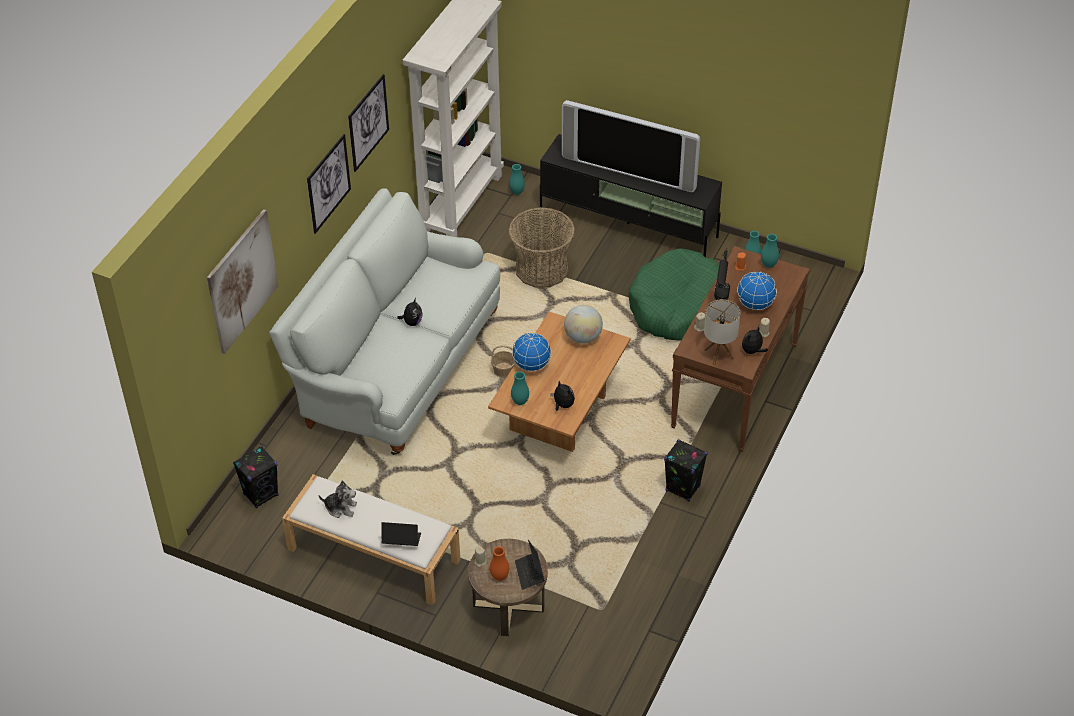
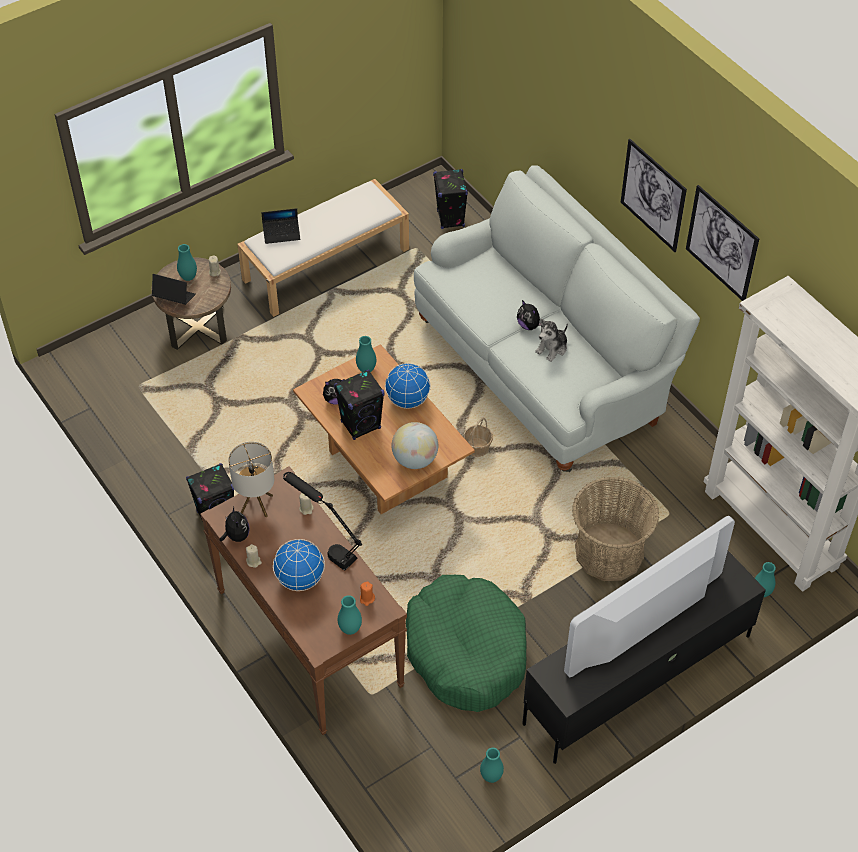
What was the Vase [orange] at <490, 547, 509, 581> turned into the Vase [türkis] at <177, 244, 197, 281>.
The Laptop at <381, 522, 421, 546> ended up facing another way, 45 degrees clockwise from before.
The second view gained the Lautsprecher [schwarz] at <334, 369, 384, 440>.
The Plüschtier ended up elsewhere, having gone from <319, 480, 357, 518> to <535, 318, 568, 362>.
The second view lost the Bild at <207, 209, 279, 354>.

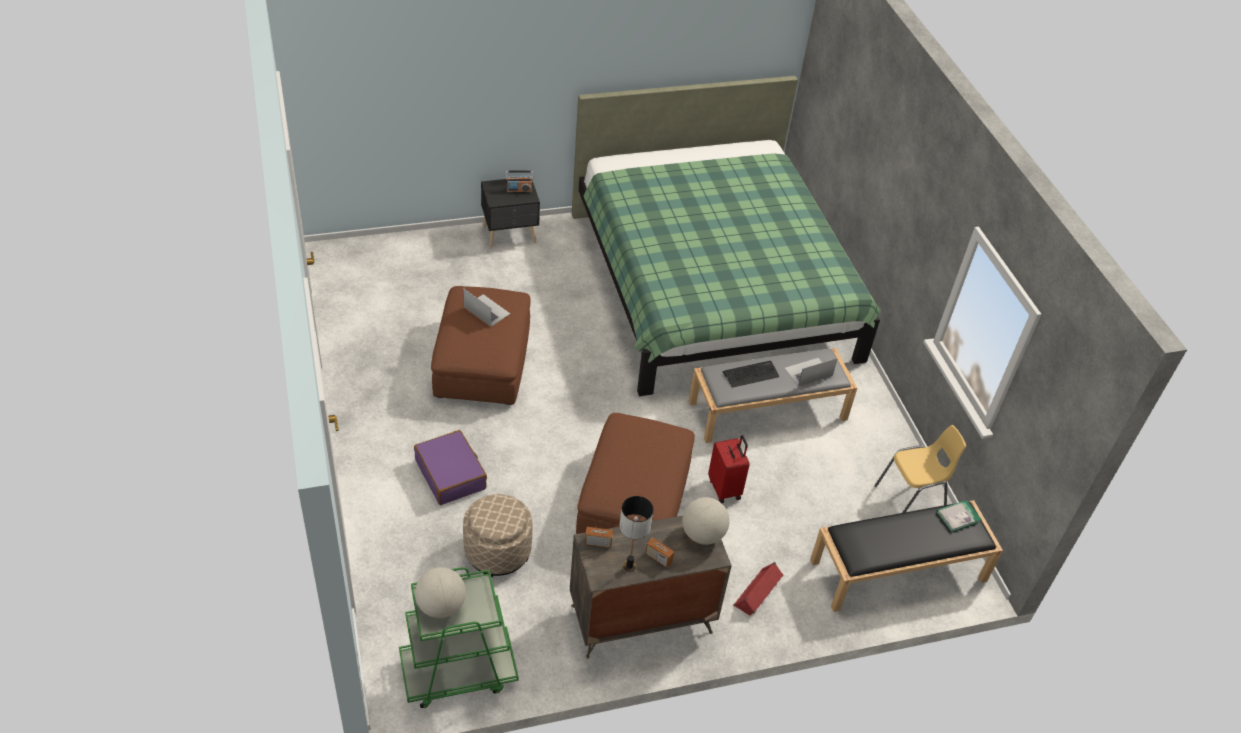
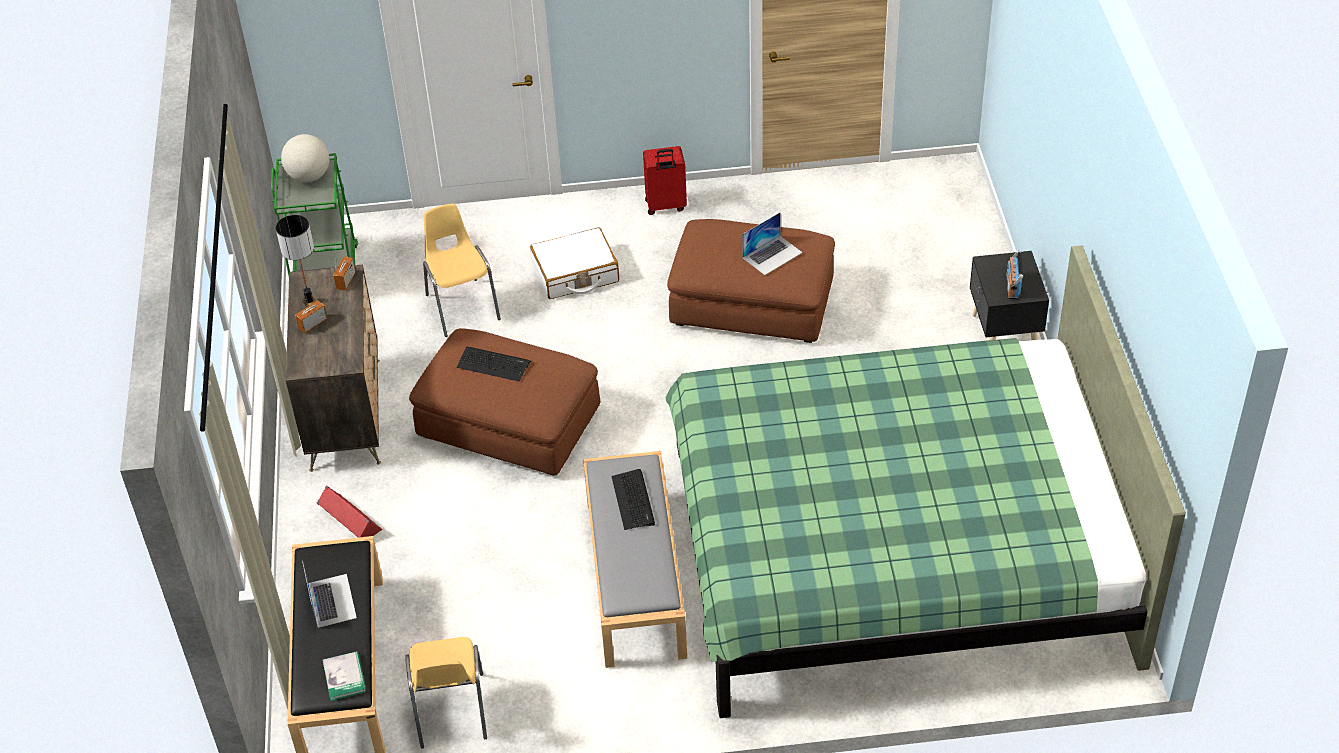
The Laptop ended up elsewhere, having gone from <784, 358, 838, 387> to <302, 560, 357, 628>.
Where the Polsterhocker [beige] stood at <463, 494, 532, 578>, the Stuhl [gelb] came to stand at <423, 204, 501, 337>.
The second view gained the Tastatur at <457, 347, 531, 381>.
What was the Koffer [lila] at <414, 430, 487, 505> turned into the Koffer [weiß] at <530, 227, 619, 299>.
The Koffer [rot] ended up elsewhere, having gone from <708, 435, 750, 503> to <643, 146, 687, 215>.
The second view lost the Globus at <682, 497, 729, 545>.

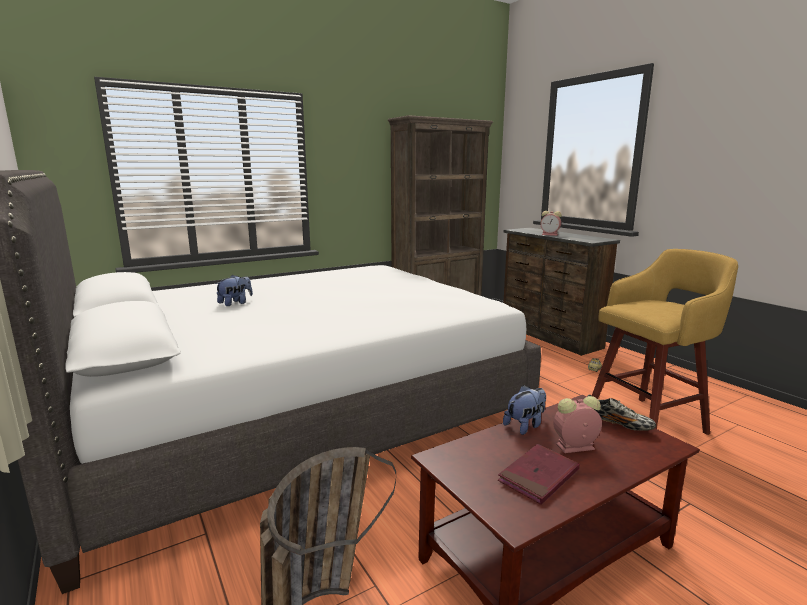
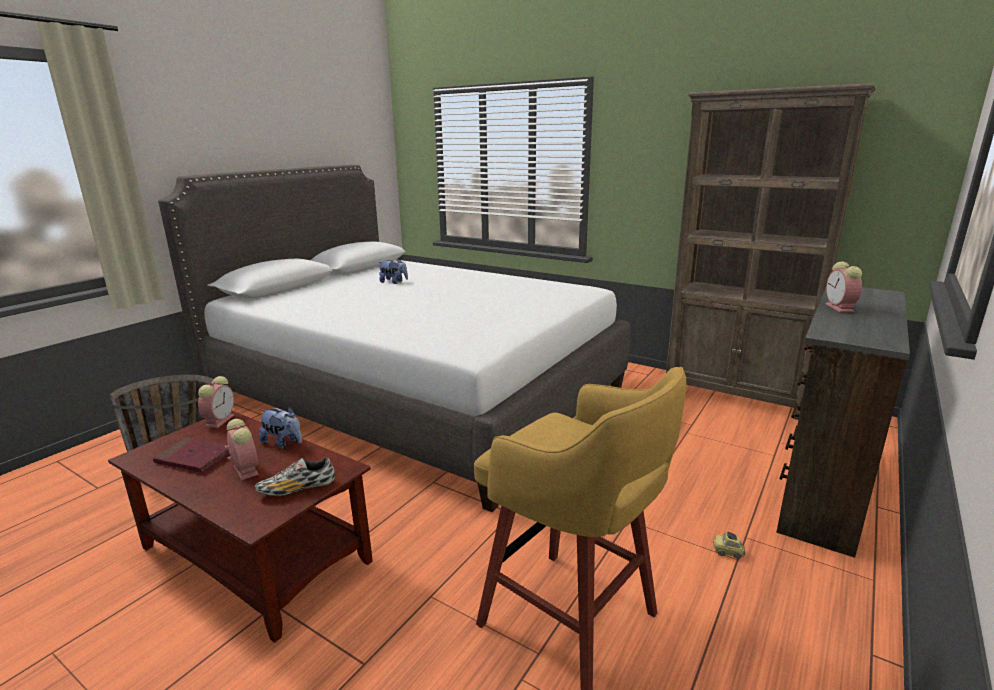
The second view gained the Wecker at <198, 376, 234, 428>.
The Schuh at <587, 395, 656, 431> ended up facing another way, 60 degrees clockwise from before.

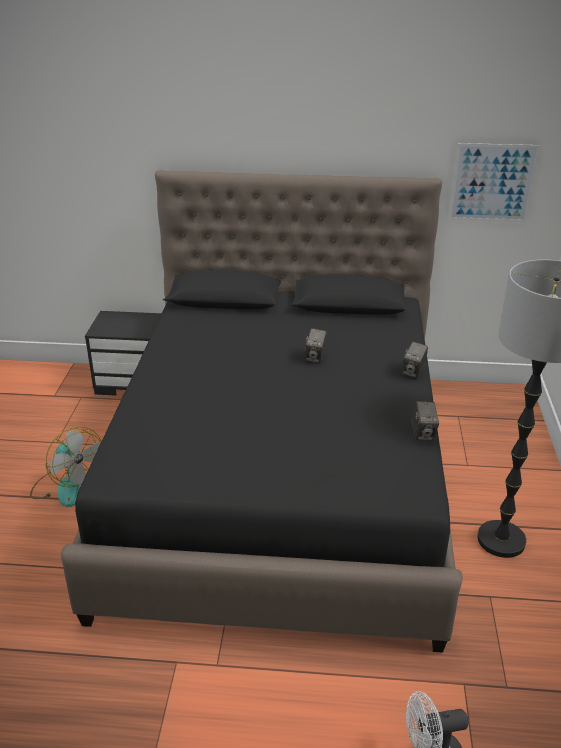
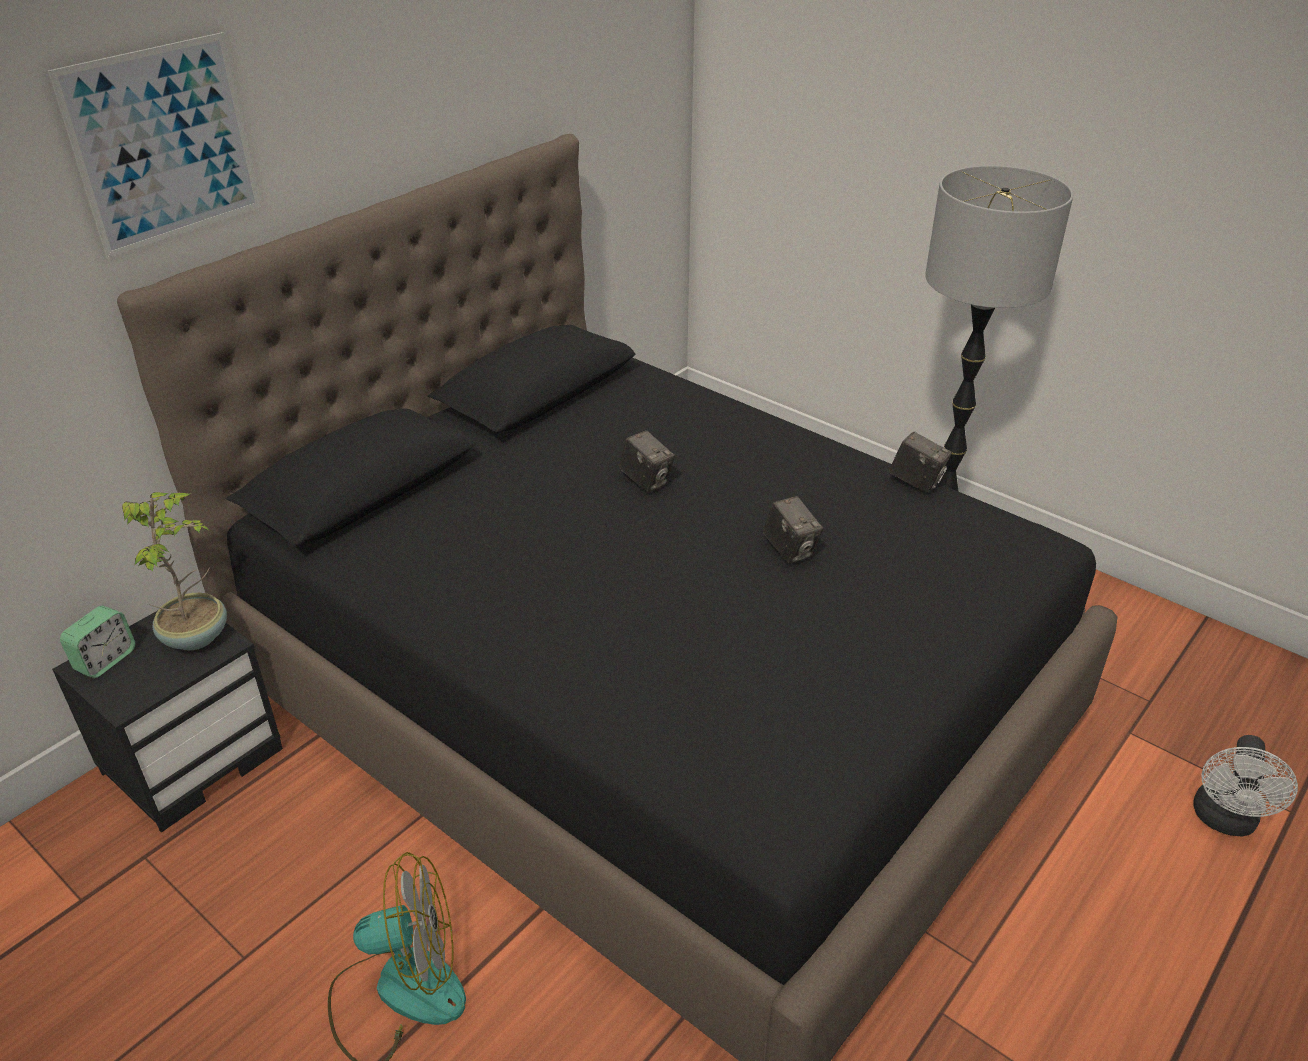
The Bild ended up elsewhere, having gone from <449, 143, 540, 222> to <48, 32, 261, 258>.
The second view gained the Wecker at <60, 606, 135, 678>.
The second view gained the Topfpflanze at <122, 492, 227, 650>.
The Kamera ended up elsewhere, having gone from <402, 342, 428, 378> to <763, 496, 823, 564>.

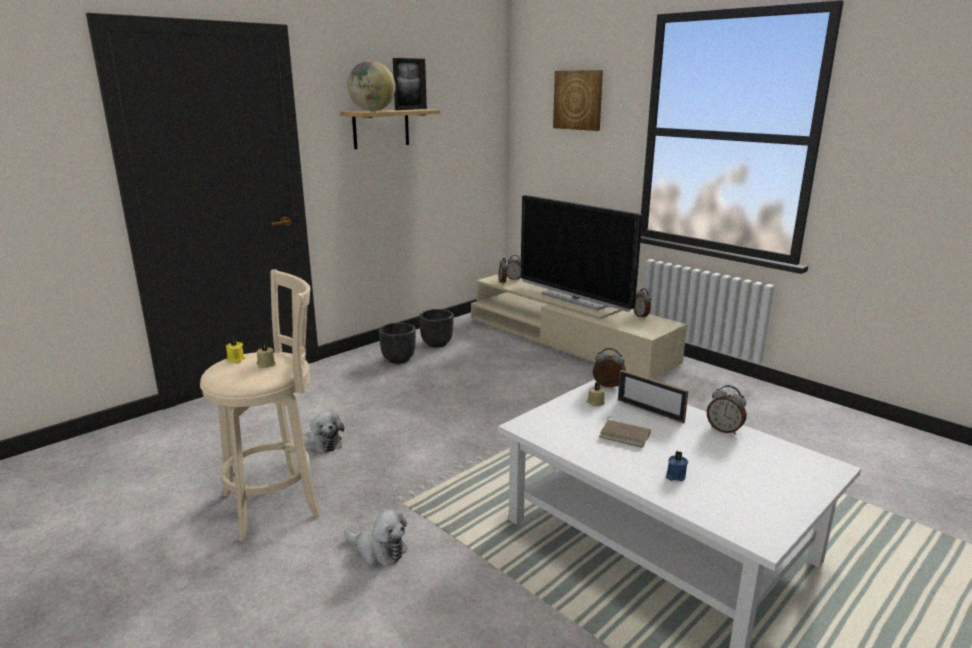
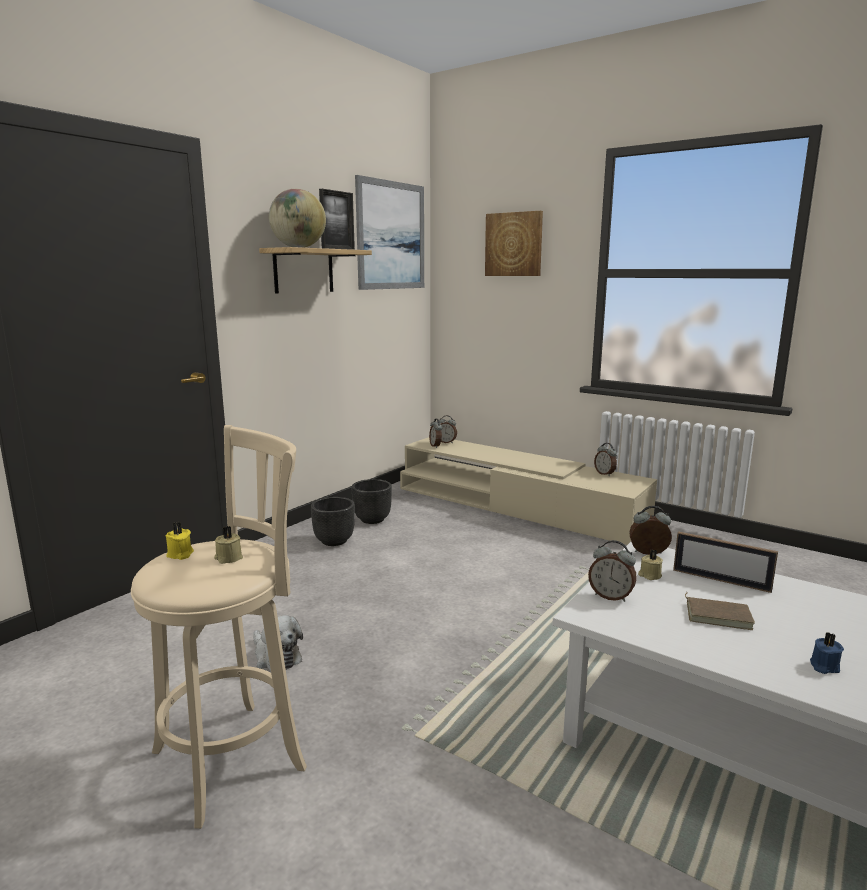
The second view gained the Bild at <355, 175, 424, 290>.
The Wecker ended up elsewhere, having gone from <707, 385, 746, 435> to <588, 540, 637, 602>.
The second view lost the Plüschtier at <344, 509, 407, 566>.
The second view lost the Fernseher at <520, 195, 643, 312>.

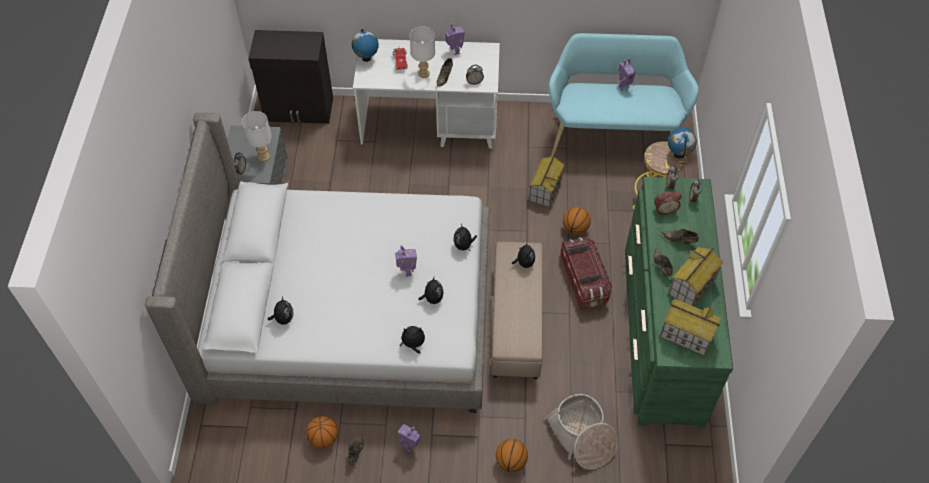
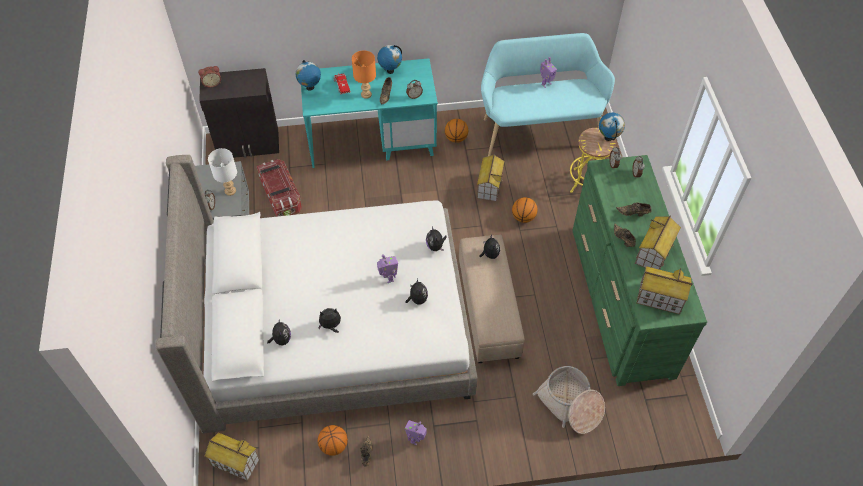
The Wecker ended up elsewhere, having gone from <654, 191, 682, 215> to <198, 66, 221, 88>.
The second view gained the Spielzeughaus at <205, 432, 260, 481>.
The Aufbewahrungsbox ended up elsewhere, having gone from <561, 237, 612, 310> to <257, 159, 302, 217>.
What was the Schreibtisch [weiß] at <353, 39, 500, 149> turned into the Schreibtisch [türkis] at <301, 58, 438, 168>.
The Plüschtier ended up elsewhere, having gone from <400, 326, 425, 354> to <318, 308, 341, 333>.
What was the Tischlampe [weiß] at <410, 26, 435, 78> turned into the Tischlampe [orange] at <352, 50, 376, 99>.
Where the Spielzeugroboter stood at <445, 23, 465, 55>, the Globus came to stand at <377, 45, 402, 74>.
The Basketball ended up elsewhere, having gone from <496, 439, 528, 472> to <445, 119, 468, 143>.

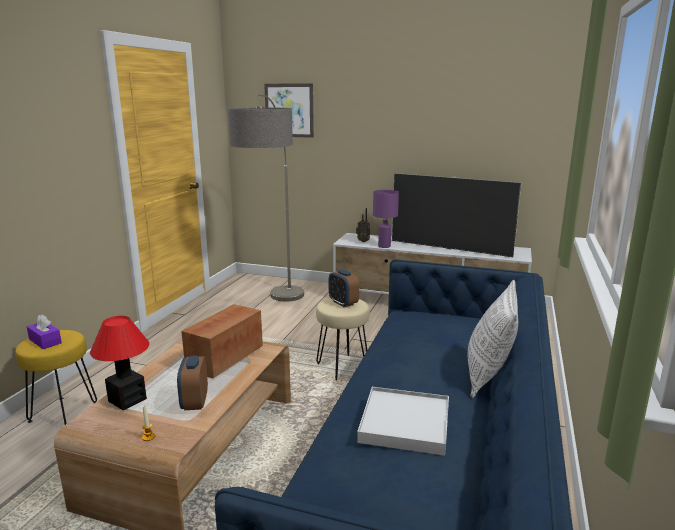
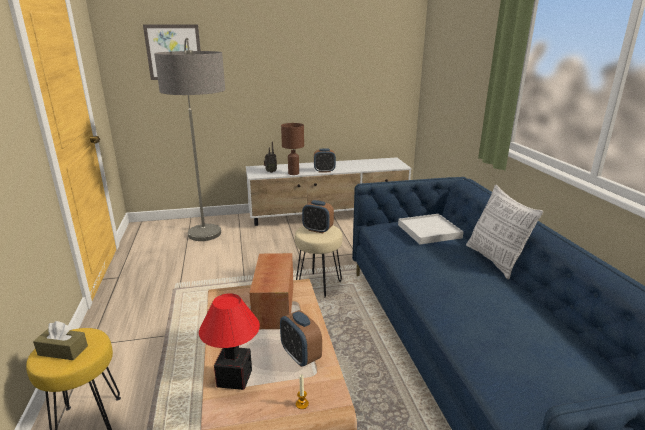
What was the Taschentuchbox [lila] at <27, 314, 62, 349> turned into the Taschentuchbox [braun] at <33, 321, 88, 360>.
What was the Tischlampe [lila] at <373, 190, 399, 248> turned into the Tischlampe [braun] at <281, 123, 304, 175>.
The second view gained the Wecker at <314, 149, 336, 172>.
The Tablett [weiß] ended up elsewhere, having gone from <357, 387, 449, 456> to <398, 214, 464, 244>.
The second view lost the Fernseher at <392, 173, 521, 257>.

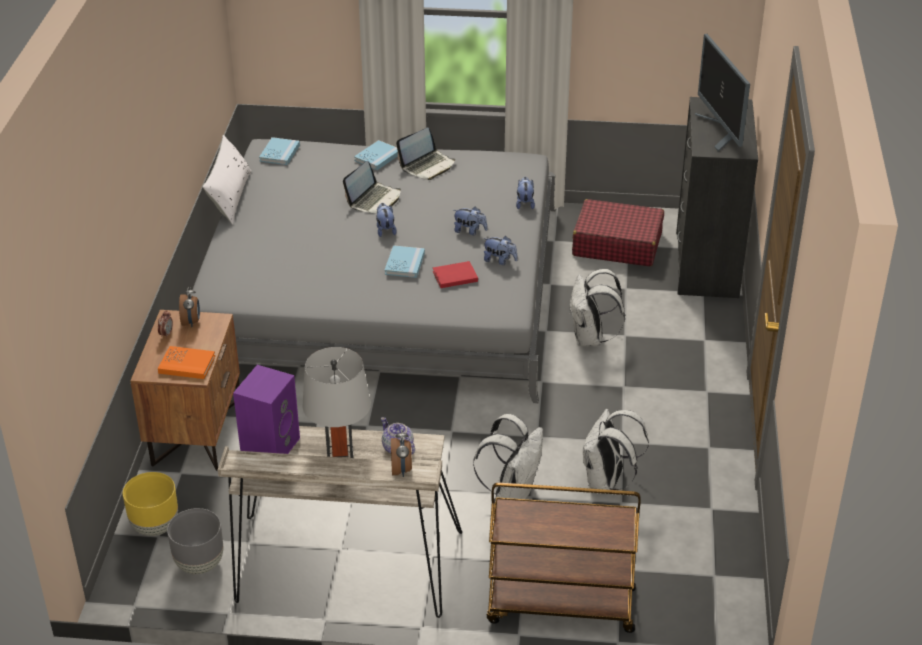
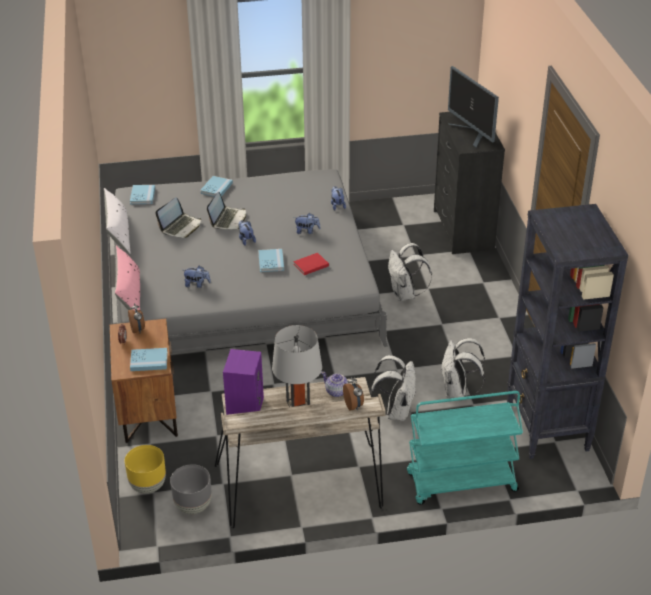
The second view gained the Kissen [rosa] at <115, 246, 140, 311>.
What was the Buch [orange] at <158, 346, 215, 379> turned into the Buch [blau] at <130, 348, 168, 371>.
The Laptop ended up elsewhere, having gone from <396, 128, 455, 180> to <155, 197, 201, 238>.
The Plüschtier ended up elsewhere, having gone from <483, 236, 518, 265> to <184, 265, 211, 288>.
What was the Rollwagen [braun] at <487, 482, 641, 633> turned into the Rollwagen [türkis] at <407, 391, 523, 505>.
The second view gained the Bücherregal [schwarz] at <507, 204, 628, 459>.
The second view lost the Koffer [rot] at <572, 199, 664, 266>.

